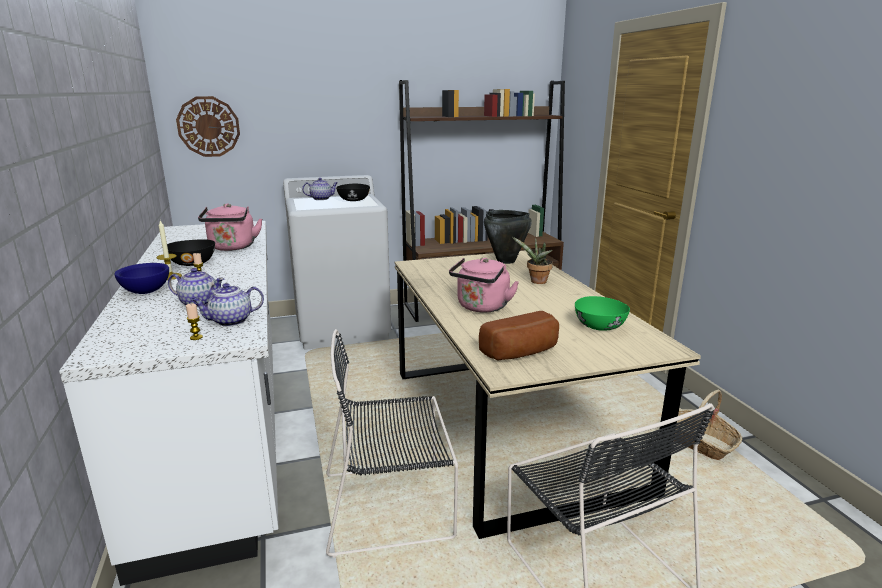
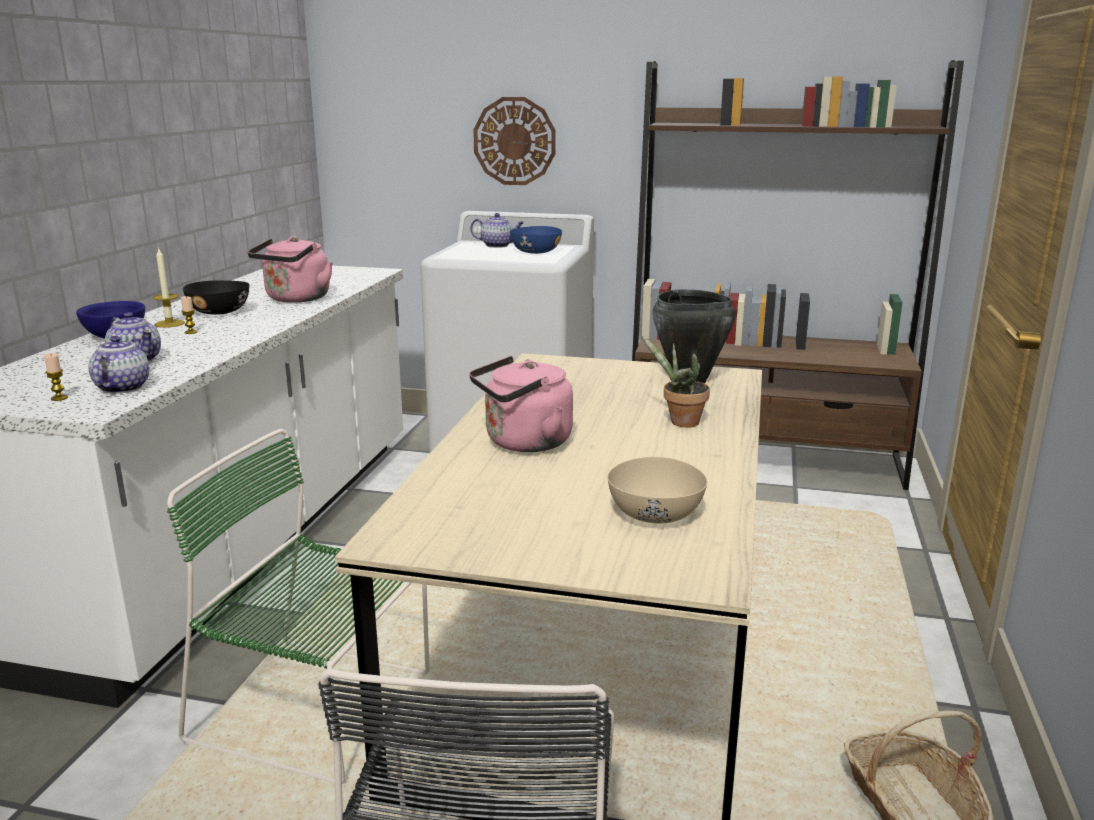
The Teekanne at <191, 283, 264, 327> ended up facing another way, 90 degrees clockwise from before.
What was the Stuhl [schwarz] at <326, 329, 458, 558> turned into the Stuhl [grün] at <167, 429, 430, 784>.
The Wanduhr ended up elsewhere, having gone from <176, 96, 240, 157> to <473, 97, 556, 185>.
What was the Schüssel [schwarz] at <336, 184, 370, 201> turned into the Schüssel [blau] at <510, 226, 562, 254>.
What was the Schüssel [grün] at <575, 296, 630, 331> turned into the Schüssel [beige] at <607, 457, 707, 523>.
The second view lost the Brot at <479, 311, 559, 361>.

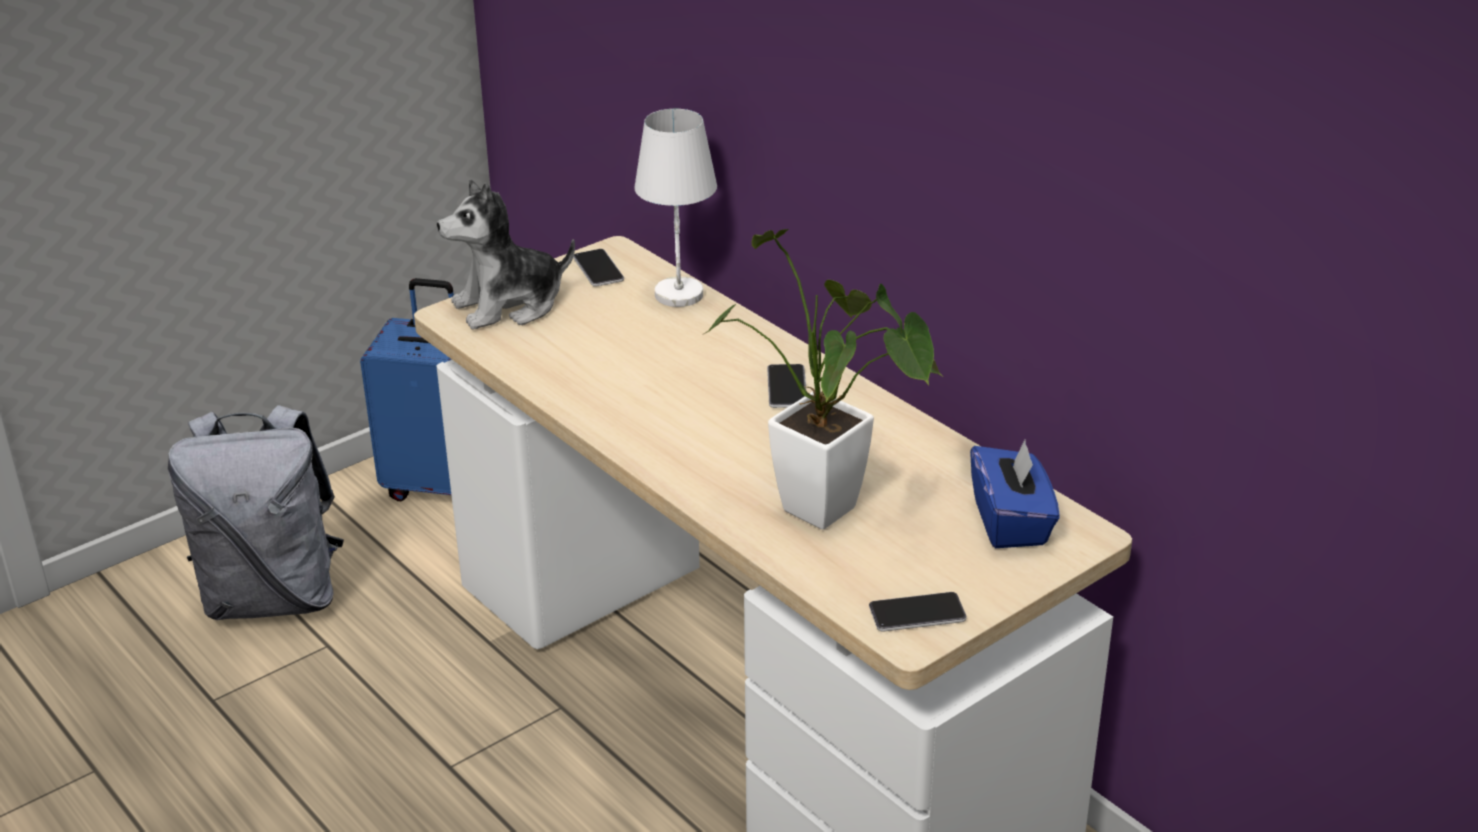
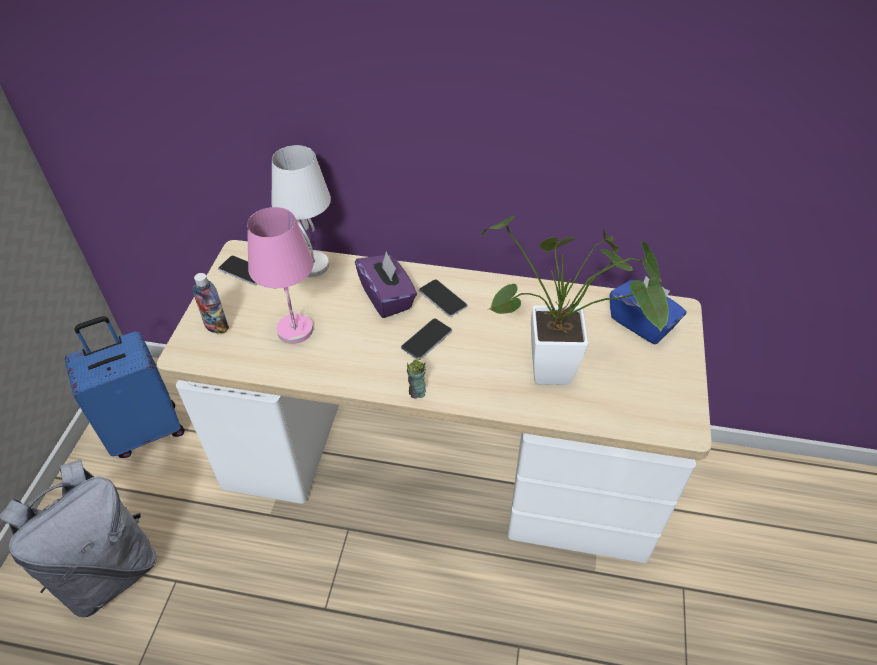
Where the Plüschtier stood at <437, 179, 575, 330>, the Flasche came to stand at <192, 273, 229, 333>.
The second view gained the Tischlampe [rosa] at <247, 207, 314, 344>.
The second view gained the Taschentuchbox [lila] at <355, 250, 417, 318>.
The Handy ended up elsewhere, having gone from <869, 592, 967, 632> to <401, 319, 452, 360>.
The second view gained the Tasse at <407, 357, 426, 399>.

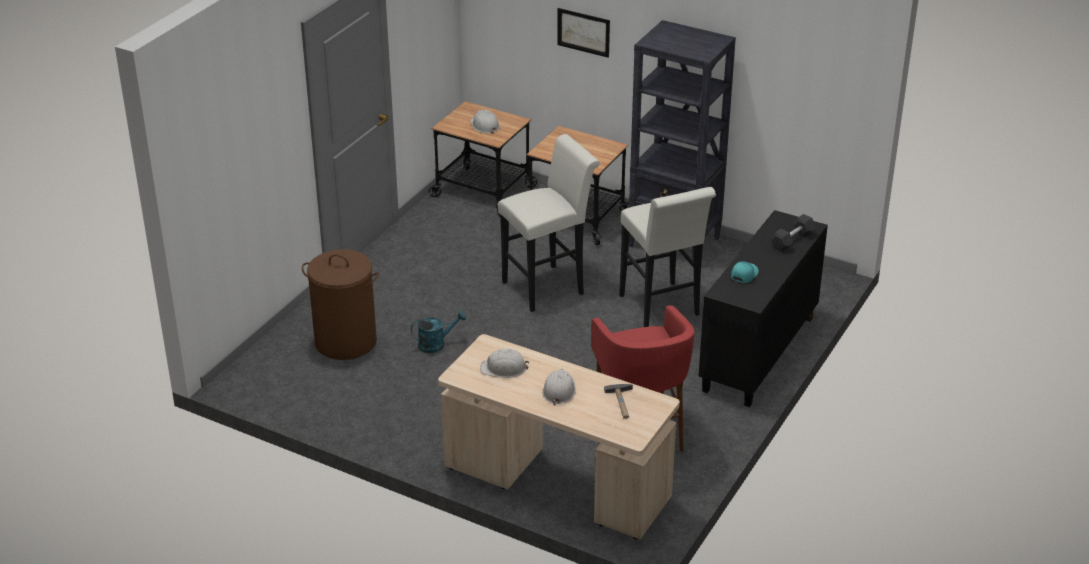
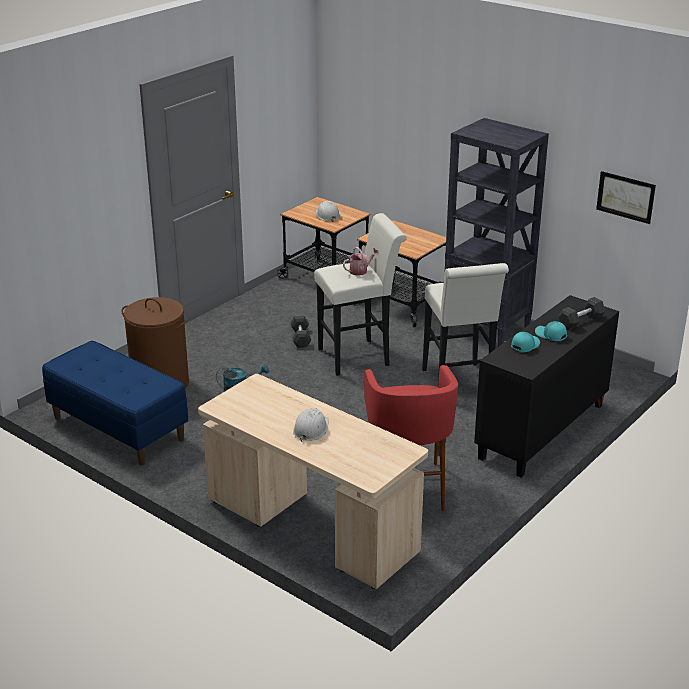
The second view gained the Bank [blau] at <42, 341, 188, 465>.
The second view gained the Hantel [grau] at <291, 315, 311, 348>.
The second view gained the Gießkanne at <343, 247, 378, 276>.
The second view gained the Kappe [türkis] at <535, 321, 567, 341>.
The Bild ended up elsewhere, having gone from <557, 8, 610, 58> to <596, 171, 656, 224>.
The second view lost the Schutzhelm [weiß] at <480, 349, 529, 378>.
The second view lost the Hammer at <604, 384, 633, 419>.

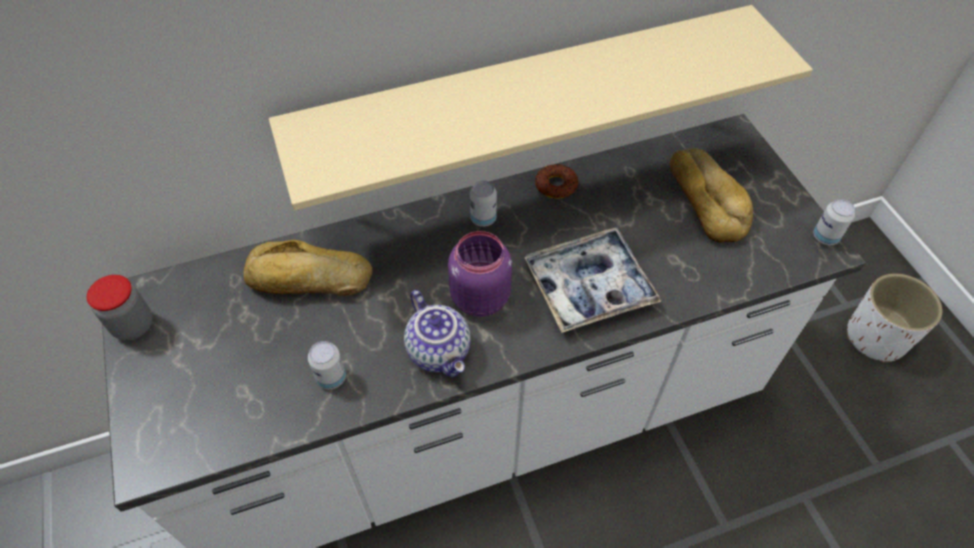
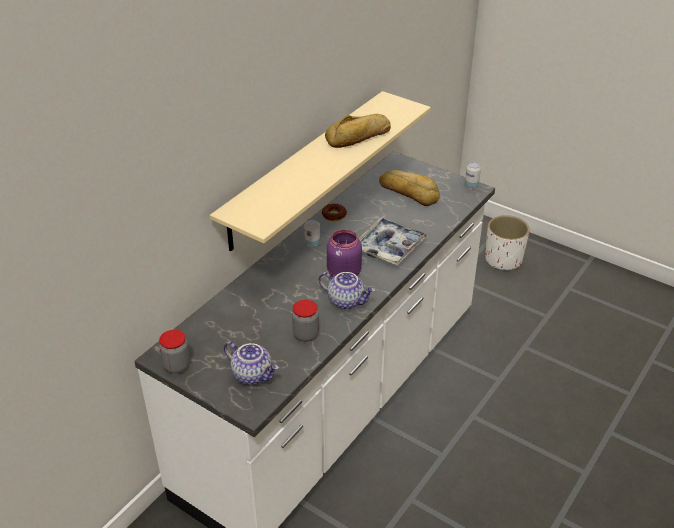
The second view gained the Teekanne at <224, 341, 279, 385>.
Where the Dose stood at <308, 341, 346, 389>, the Vorratsglas came to stand at <292, 300, 319, 342>.
The Brot ended up elsewhere, having gone from <243, 240, 372, 296> to <325, 114, 391, 148>.

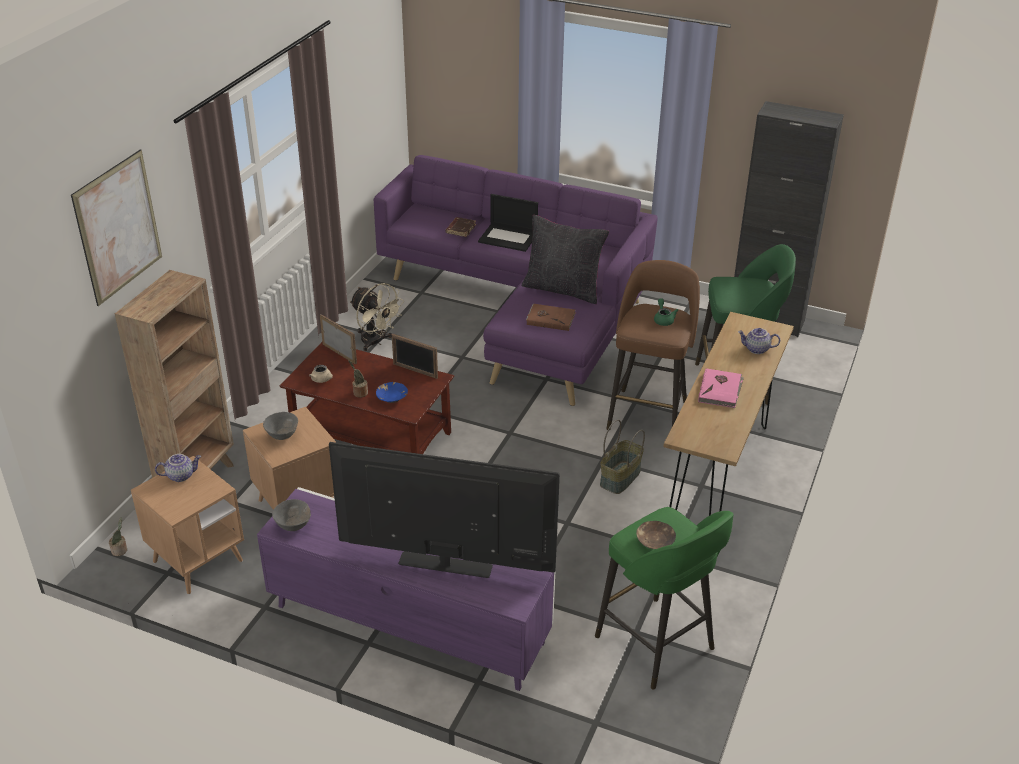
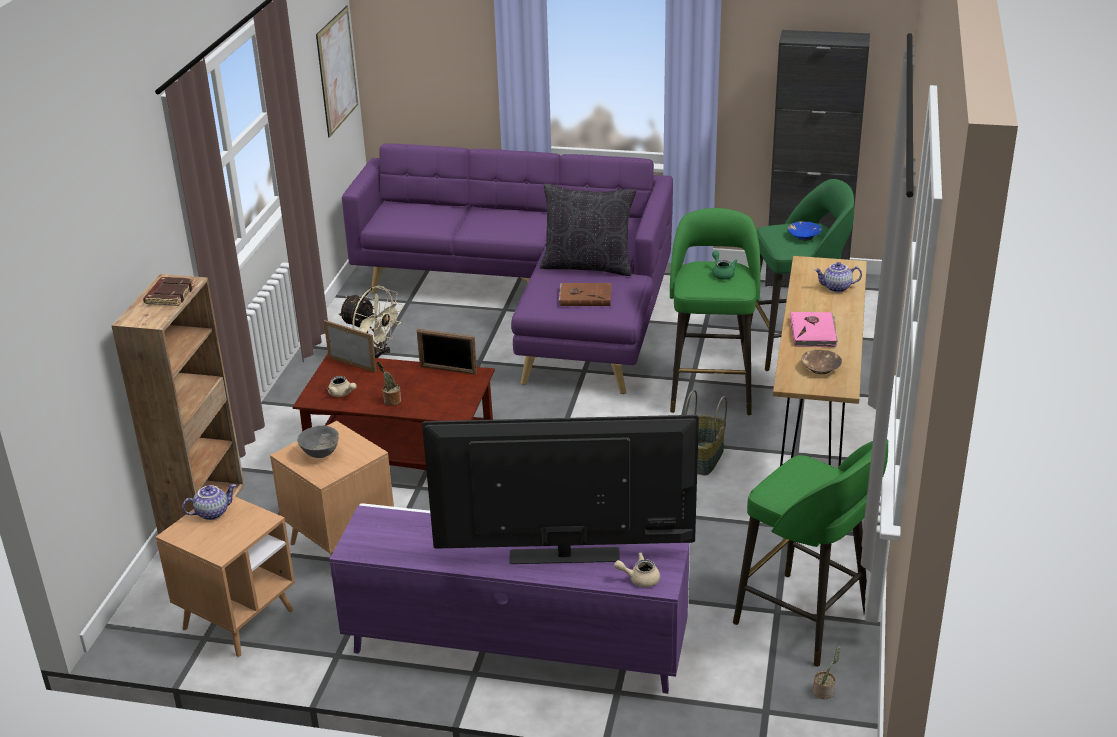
The Buch [braun] ended up elsewhere, having gone from <446, 217, 476, 237> to <143, 277, 195, 306>.
The Bild ended up elsewhere, having gone from <71, 150, 162, 306> to <316, 6, 358, 137>.
The second view gained the Teekanne [beige] at <614, 552, 660, 587>.
What was the Hocker [braun] at <606, 260, 700, 430> turned into the Hocker [grün] at <670, 208, 760, 415>.
The Schüssel [blau] ended up elsewhere, having gone from <376, 382, 408, 403> to <788, 221, 822, 240>.
The Schüssel [braun] ended up elsewhere, having gone from <636, 521, 676, 549> to <801, 350, 842, 374>.
The Topfpflanze ended up elsewhere, having gone from <109, 518, 127, 556> to <813, 645, 840, 699>.
The second view lost the Schüssel [grau] at <272, 499, 311, 531>.
The second view lost the Laptop at <478, 194, 538, 252>.

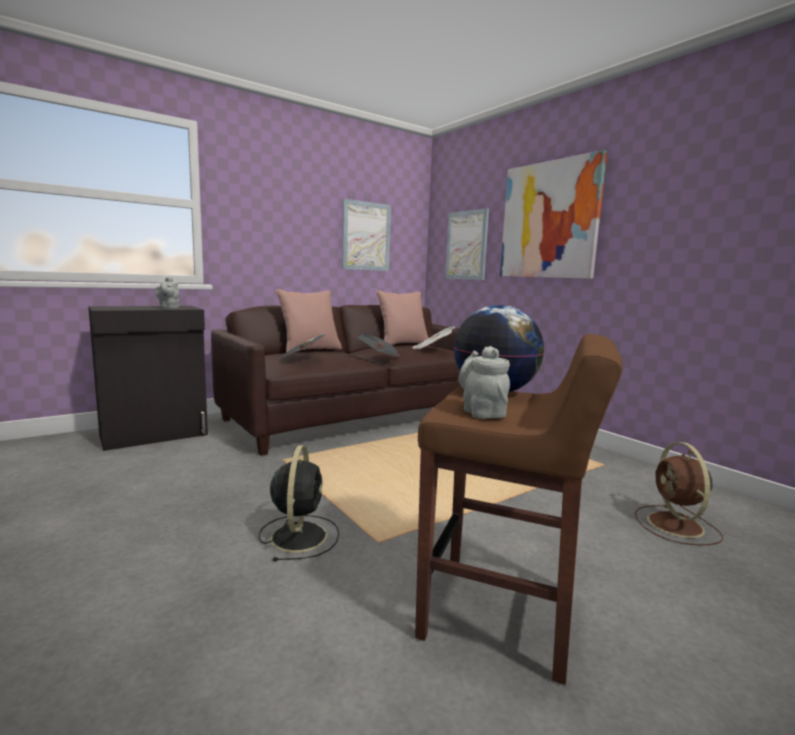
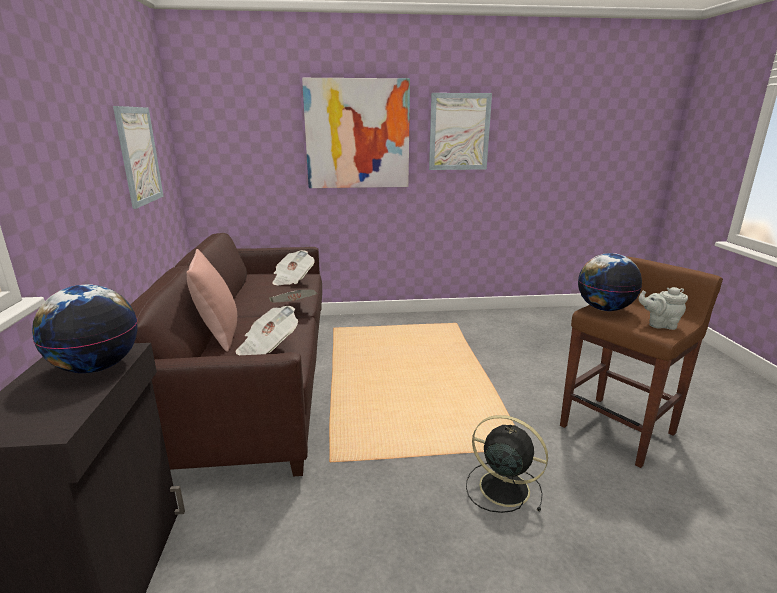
Where the Teekanne [grau] stood at <155, 277, 179, 309>, the Globus came to stand at <32, 284, 138, 373>.
The Bild ended up elsewhere, having gone from <445, 208, 489, 280> to <429, 93, 492, 170>.
The second view lost the Kissen [rosa] at <376, 290, 429, 345>.
The second view lost the Ventilator [braun] at <635, 442, 723, 545>.

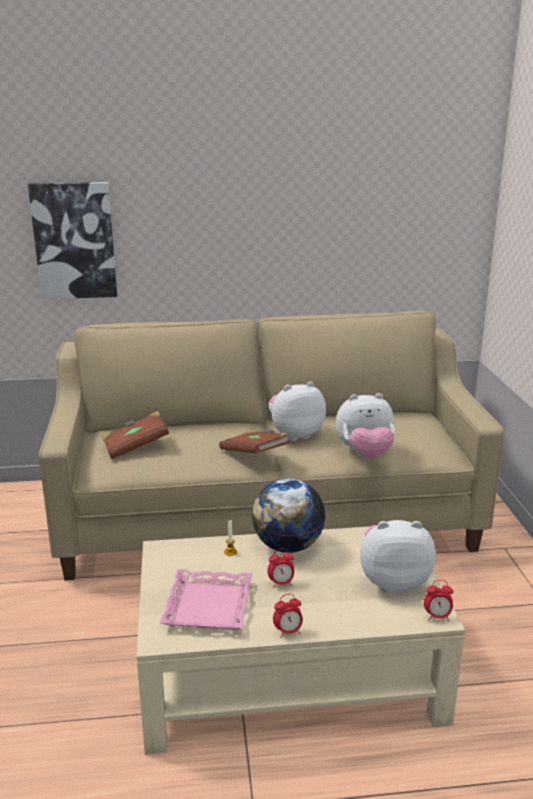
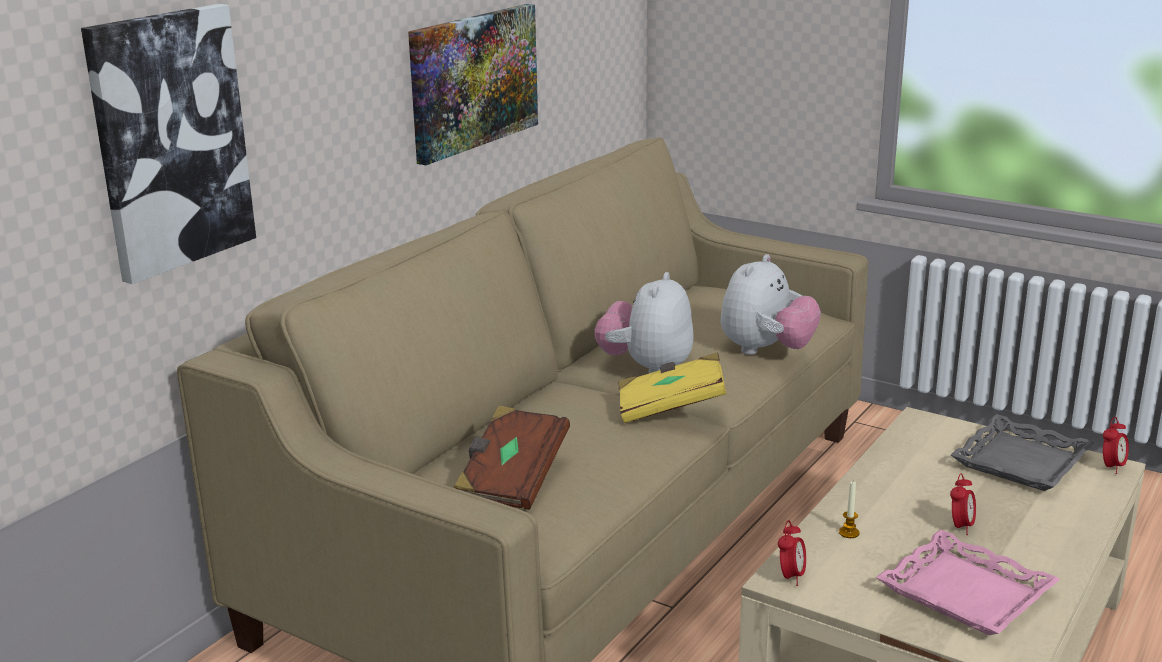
The second view gained the Bild at <408, 4, 538, 165>.
What was the Buch [braun] at <219, 430, 290, 454> turned into the Buch [gelb] at <619, 352, 726, 423>.
The Wecker ended up elsewhere, having gone from <273, 594, 303, 638> to <778, 520, 806, 586>.
Where the Plüschtier stood at <360, 520, 436, 593>, the Tablett [grau] came to stand at <951, 414, 1094, 491>.
The second view lost the Globus at <252, 479, 325, 553>.

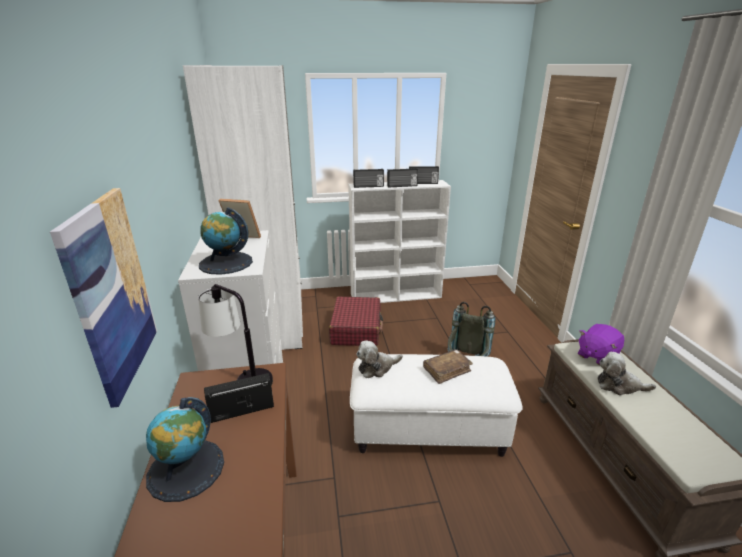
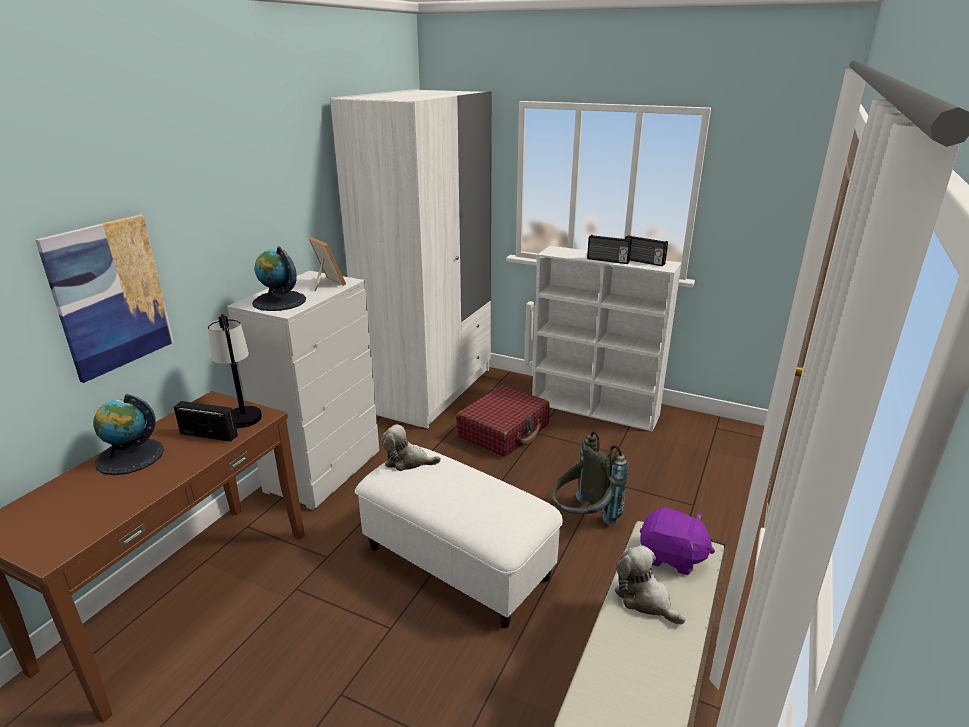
The Plüschtier [lila] at <578, 324, 624, 366> ended up facing another way, 150 degrees counterclockwise from before.
The second view lost the Radio at <353, 169, 384, 188>.
The second view lost the Buch [braun] at <423, 349, 473, 384>.

